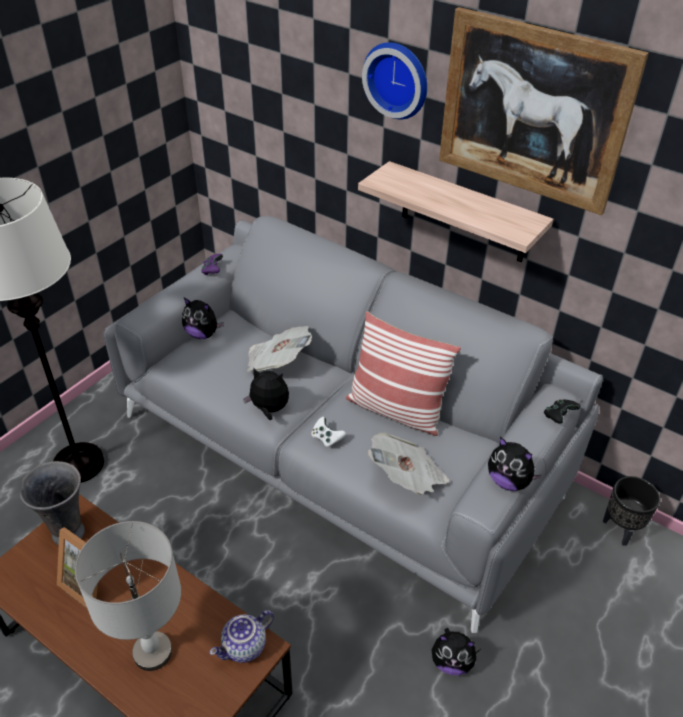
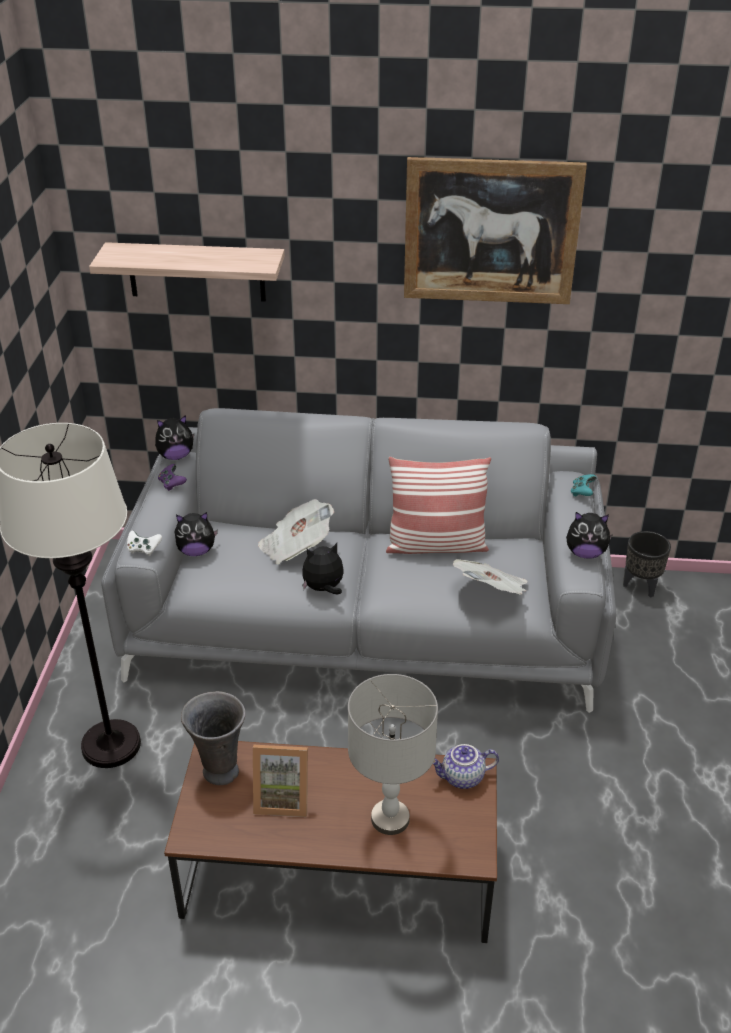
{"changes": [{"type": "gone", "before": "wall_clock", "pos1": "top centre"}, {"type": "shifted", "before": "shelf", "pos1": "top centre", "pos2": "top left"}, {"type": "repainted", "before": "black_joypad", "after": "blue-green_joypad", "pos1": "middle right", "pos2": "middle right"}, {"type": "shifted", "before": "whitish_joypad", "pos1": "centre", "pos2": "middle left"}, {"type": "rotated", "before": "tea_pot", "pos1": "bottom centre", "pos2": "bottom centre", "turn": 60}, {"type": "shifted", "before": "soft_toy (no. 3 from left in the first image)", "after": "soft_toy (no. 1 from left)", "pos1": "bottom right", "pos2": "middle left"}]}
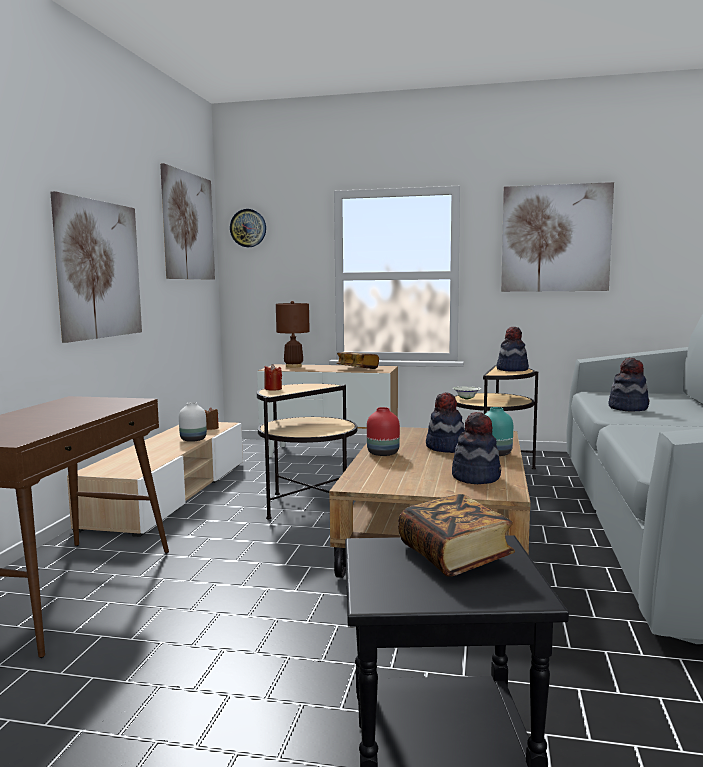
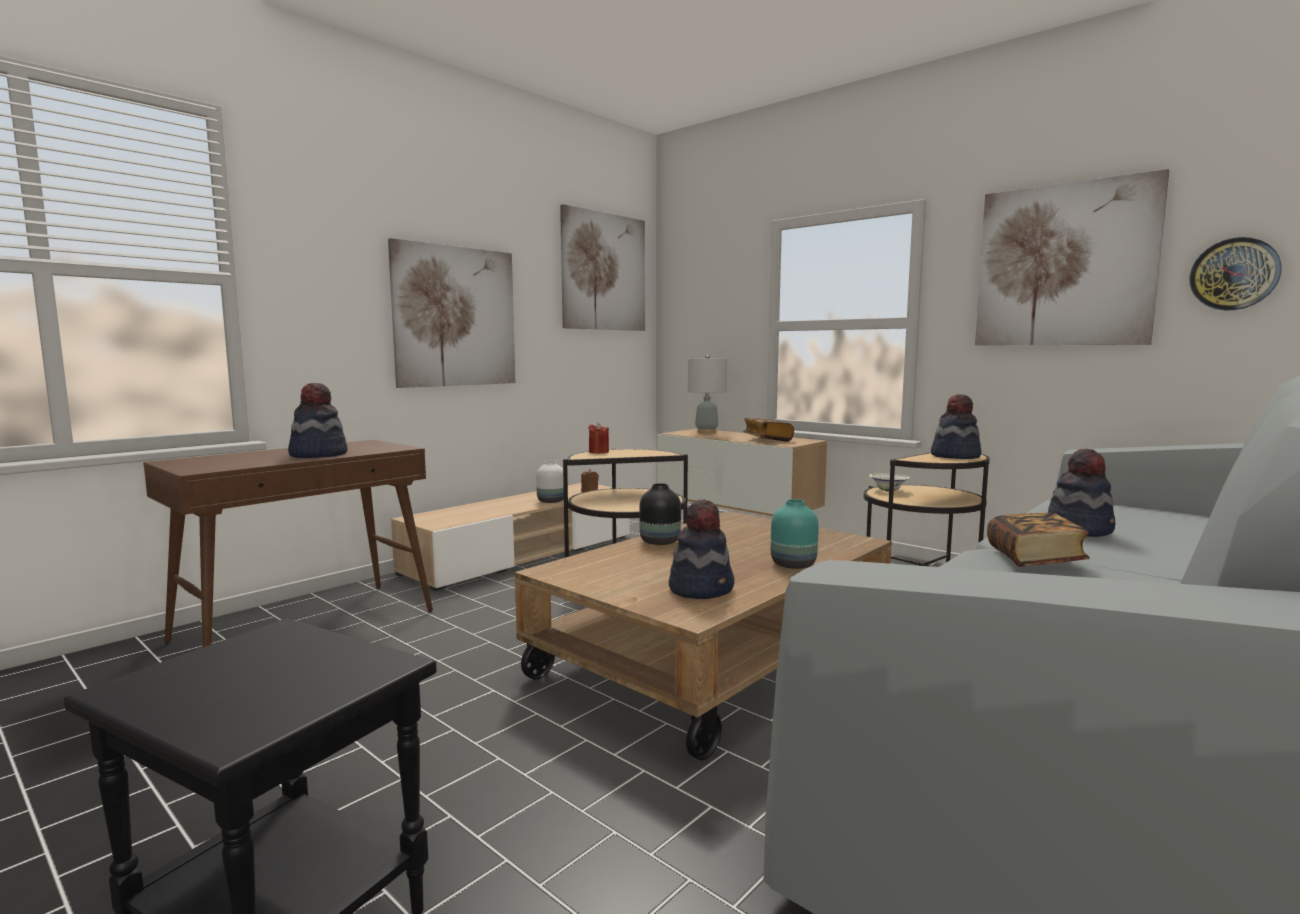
{"changes": [{"type": "shifted", "before": "wall_clock", "pos1": "top centre", "pos2": "top right"}, {"type": "repainted", "before": "brown-coloured_lamp_for_a_table", "after": "gray_lamp_for_a_table", "pos1": "centre", "pos2": "centre"}, {"type": "shifted", "before": "clothing_hat (no. 1 from left)", "pos1": "centre", "pos2": "middle left"}, {"type": "repainted", "before": "reddish_vase", "after": "black_vase", "pos1": "centre", "pos2": "centre"}, {"type": "shifted", "before": "volume (no. 2 from left)", "pos1": "bottom centre", "pos2": "middle right"}]}
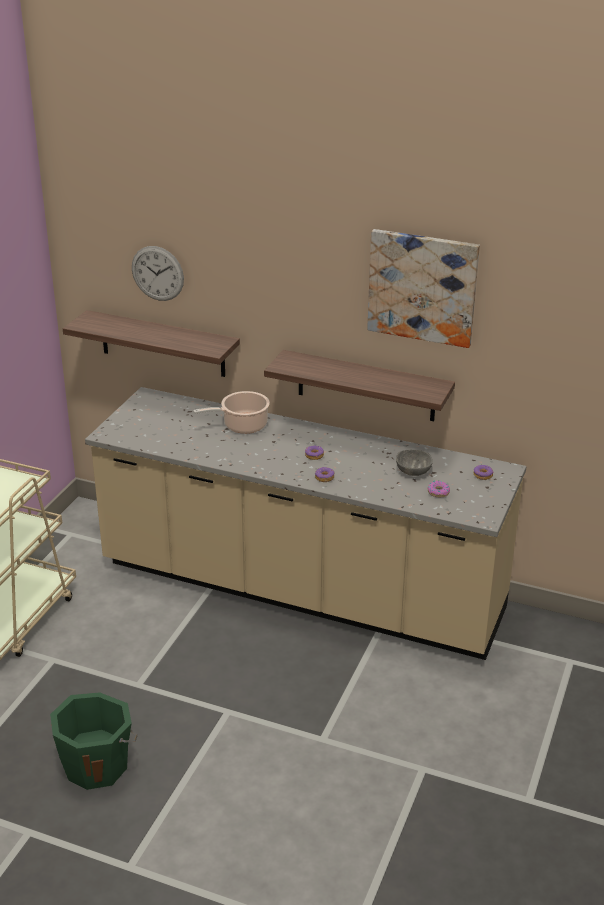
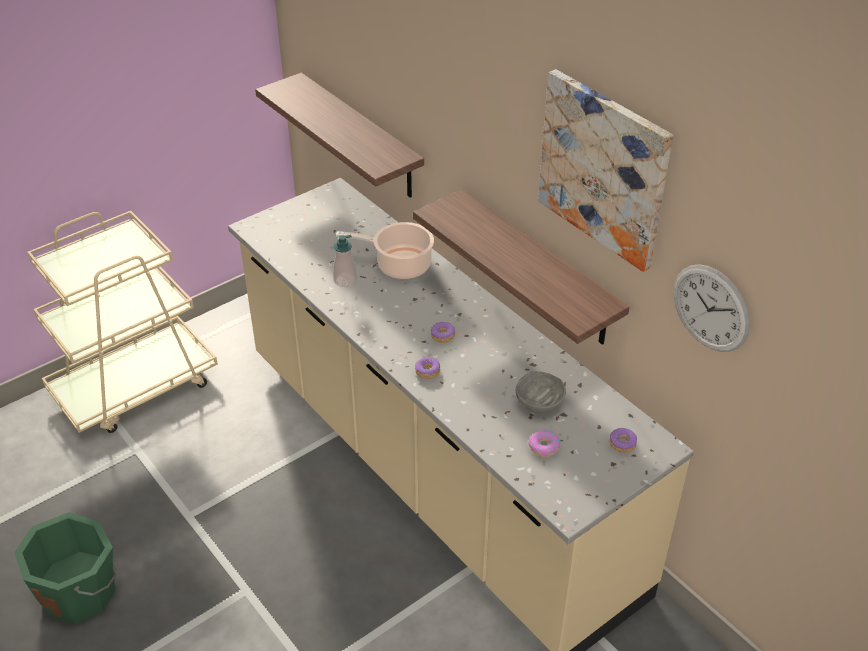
{"changes": [{"type": "shifted", "before": "wall_clock", "pos1": "top left", "pos2": "middle right"}, {"type": "new", "after": "soap_dispenser", "pos2": "centre"}]}
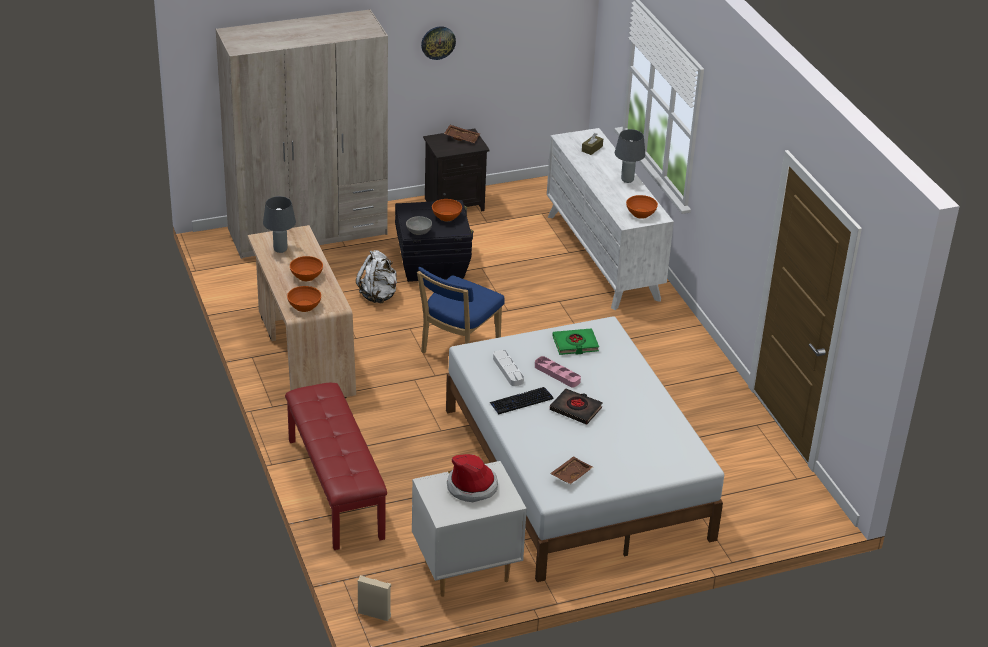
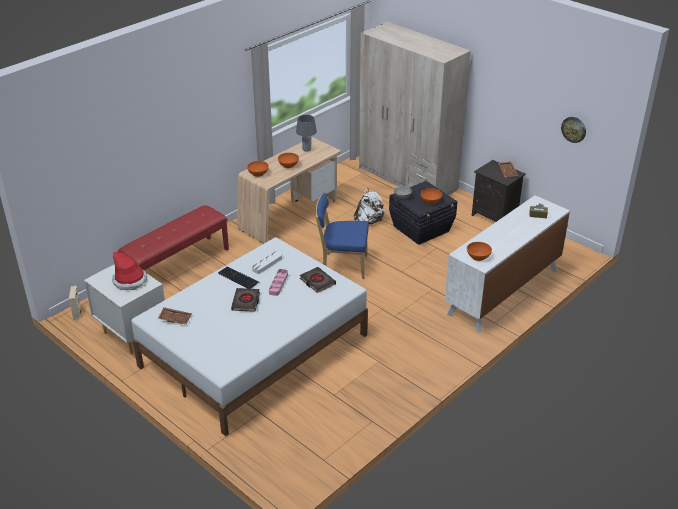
{"changes": [{"type": "shifted", "before": "wall_clock", "pos1": "top centre", "pos2": "top right"}, {"type": "gone", "before": "gray_lamp_for_a_table (no. 2 from left)", "pos1": "top centre"}, {"type": "repainted", "before": "green-coloured_volume", "after": "black_volume (no. 2 from left)", "pos1": "centre", "pos2": "centre"}]}
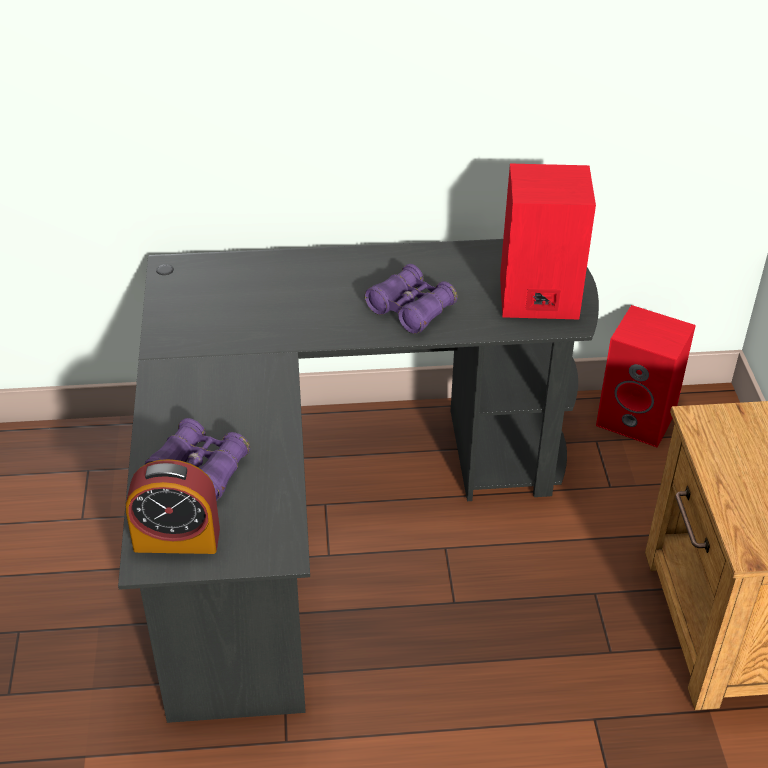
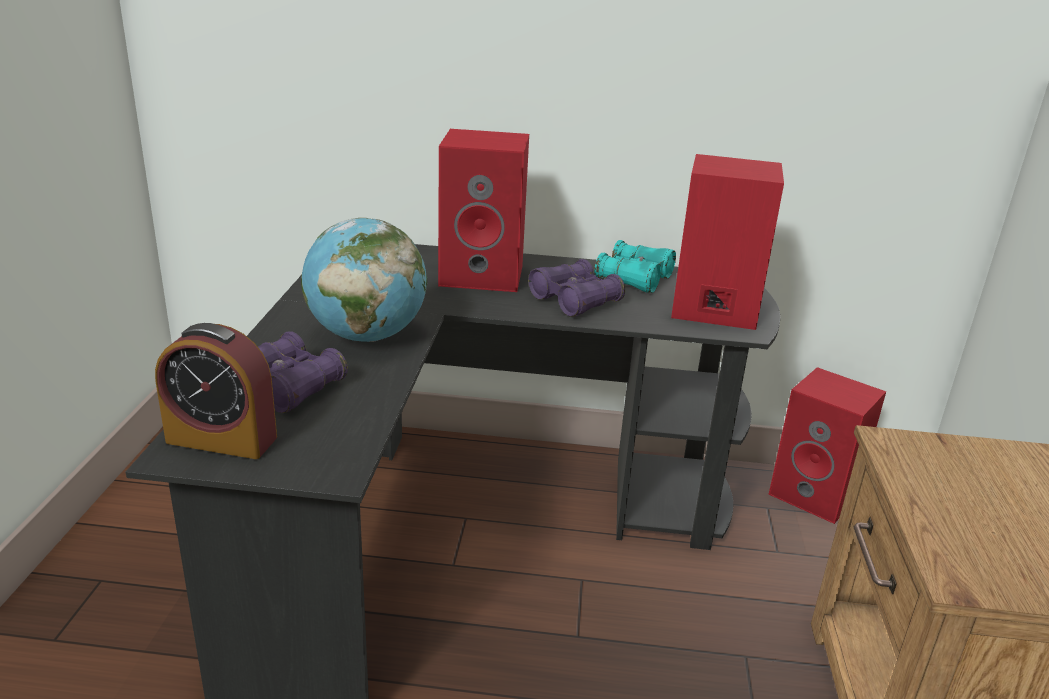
{"changes": [{"type": "new", "after": "reddish_loudspeaker (no. 1 from left)", "pos2": "top centre"}, {"type": "new", "after": "desk_globe", "pos2": "centre"}, {"type": "new", "after": "blue-green_binoculars", "pos2": "centre"}]}
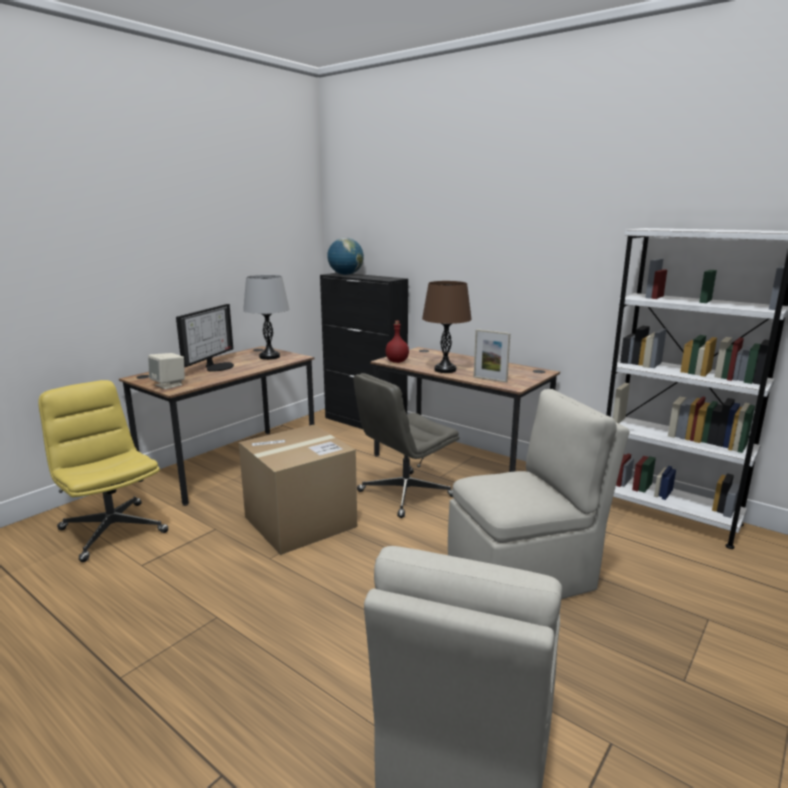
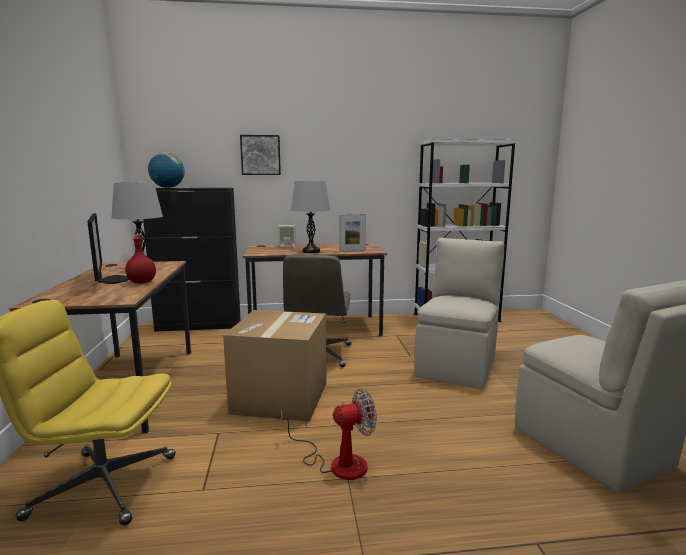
{"changes": [{"type": "repainted", "before": "brown-coloured_lamp_for_a_table", "after": "gray_lamp_for_a_table (no. 2 from left)", "pos1": "centre", "pos2": "centre"}, {"type": "shifted", "before": "reddish_bottle", "pos1": "centre", "pos2": "middle left"}, {"type": "shifted", "before": "sand-coloured_loudspeaker", "pos1": "middle left", "pos2": "centre"}, {"type": "new", "after": "picture", "pos2": "top centre"}, {"type": "new", "after": "electric_fan", "pos2": "bottom centre"}]}
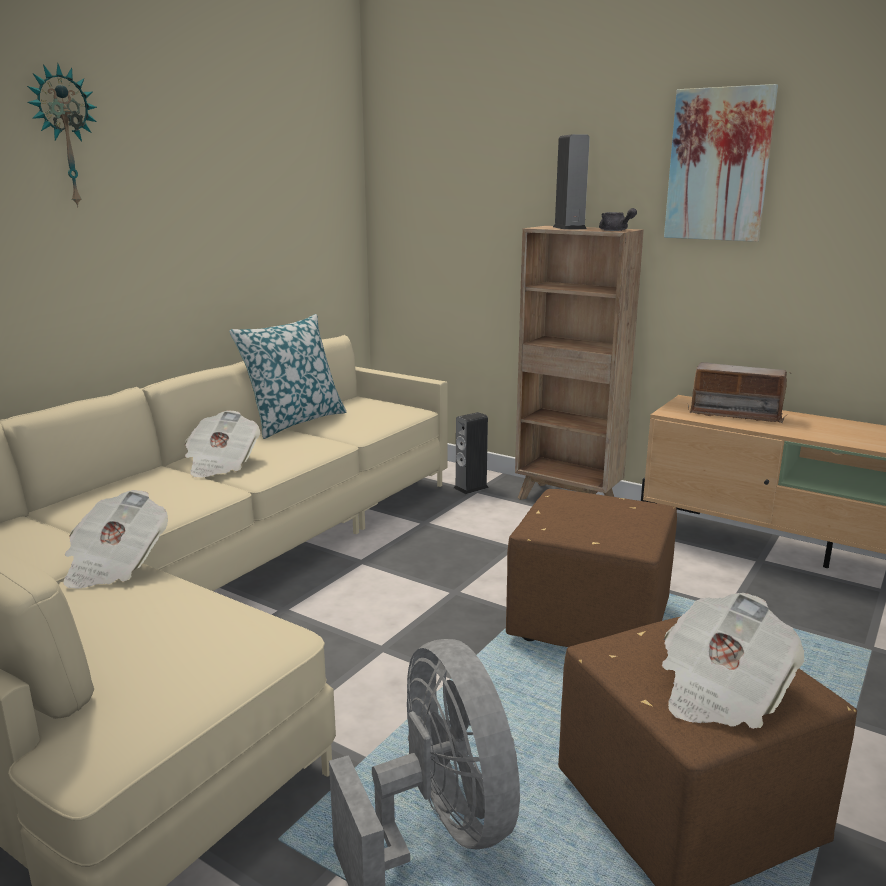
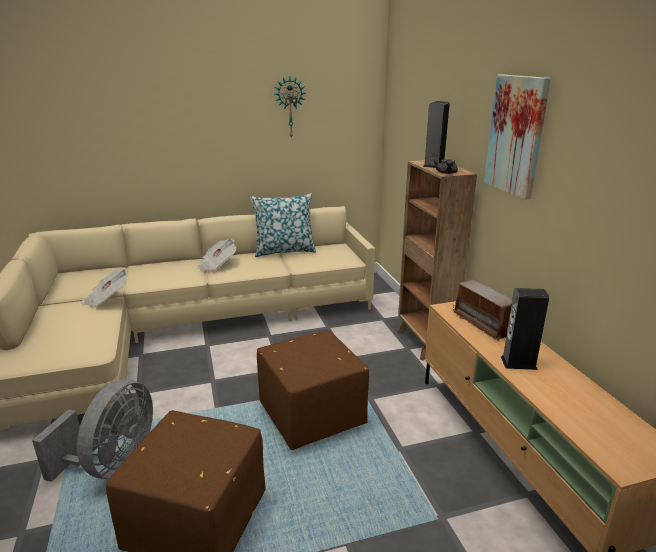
{"changes": [{"type": "shifted", "before": "wall_clock", "pos1": "top left", "pos2": "top centre"}, {"type": "shifted", "before": "loudspeaker (no. 1 from left in the first image)", "after": "loudspeaker (no. 2 from left)", "pos1": "centre", "pos2": "middle right"}, {"type": "gone", "before": "printed_paper (no. 3 from left)", "pos1": "bottom right"}]}
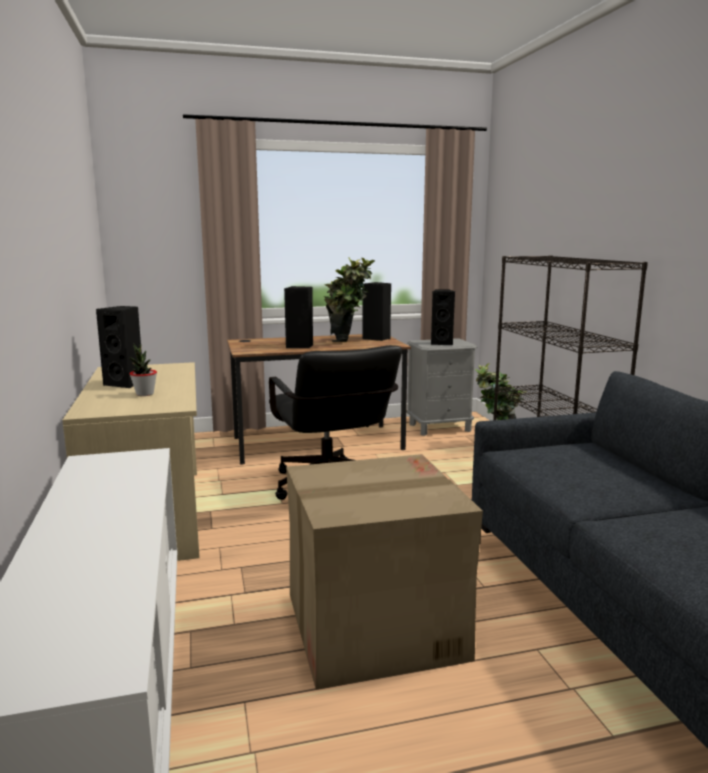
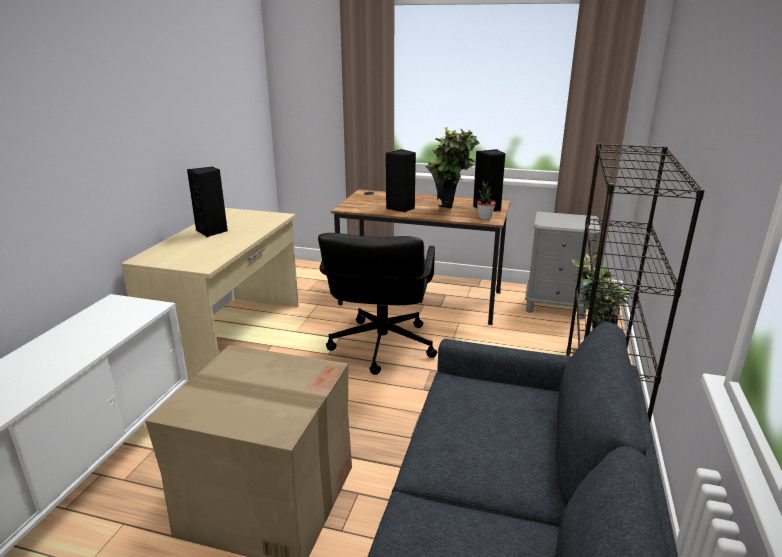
{"changes": [{"type": "gone", "before": "black_loudspeaker (no. 4 from left)", "pos1": "centre"}, {"type": "shifted", "before": "plant_in_a_pot (no. 1 from left in the first image)", "after": "plant_in_a_pot (no. 2 from left)", "pos1": "middle left", "pos2": "centre"}]}
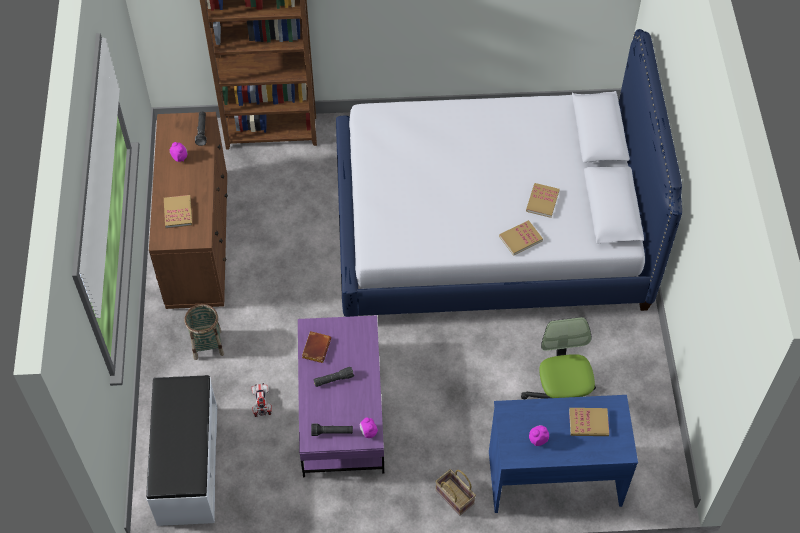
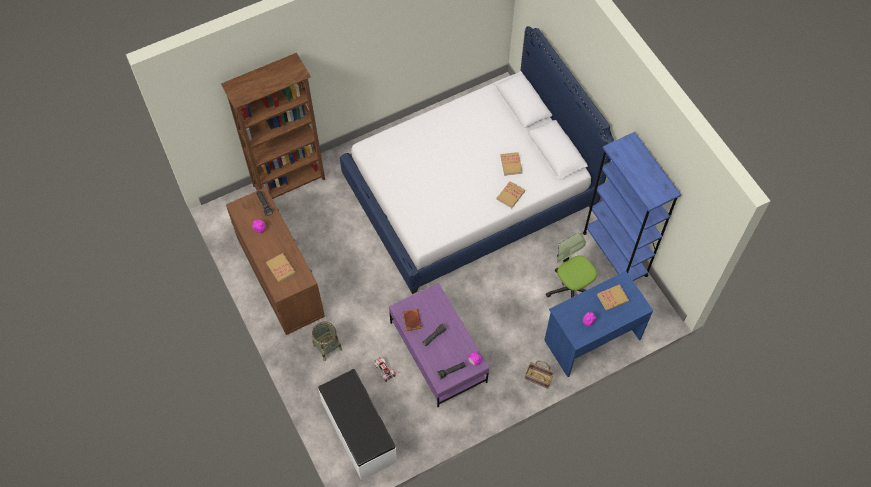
{"changes": [{"type": "new", "after": "blue_bookshelf", "pos2": "middle right"}]}
